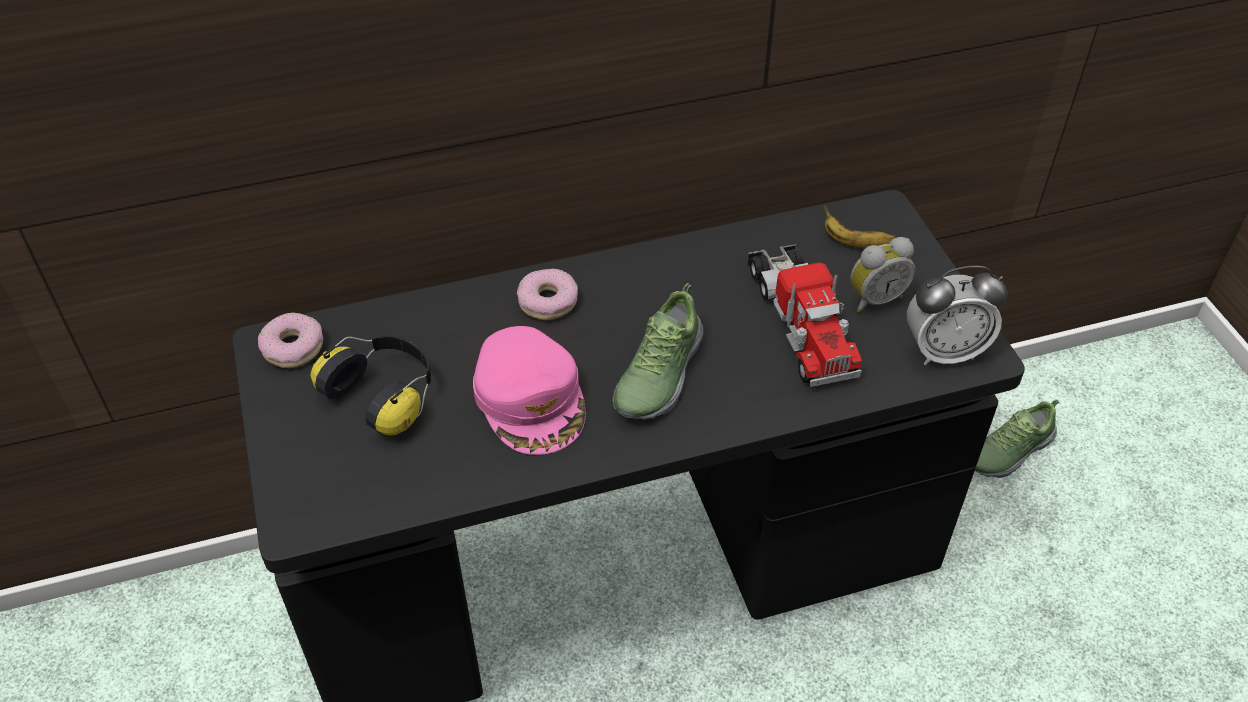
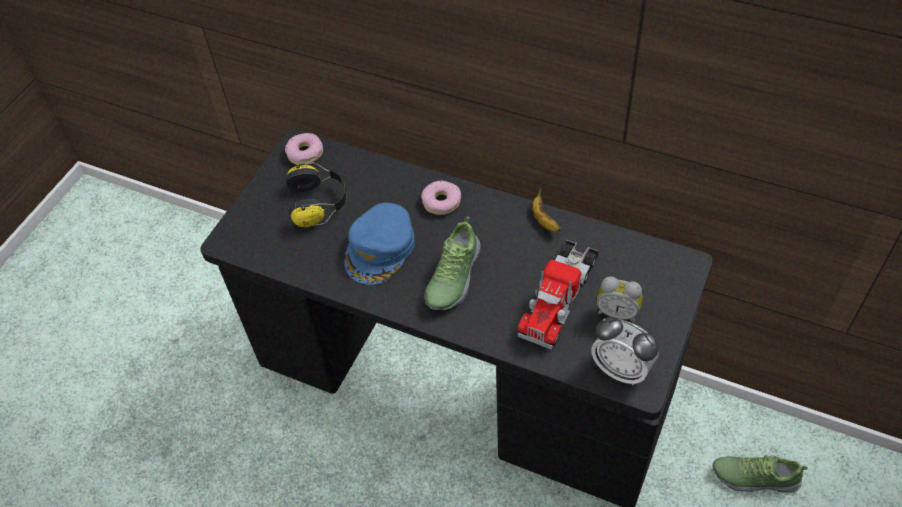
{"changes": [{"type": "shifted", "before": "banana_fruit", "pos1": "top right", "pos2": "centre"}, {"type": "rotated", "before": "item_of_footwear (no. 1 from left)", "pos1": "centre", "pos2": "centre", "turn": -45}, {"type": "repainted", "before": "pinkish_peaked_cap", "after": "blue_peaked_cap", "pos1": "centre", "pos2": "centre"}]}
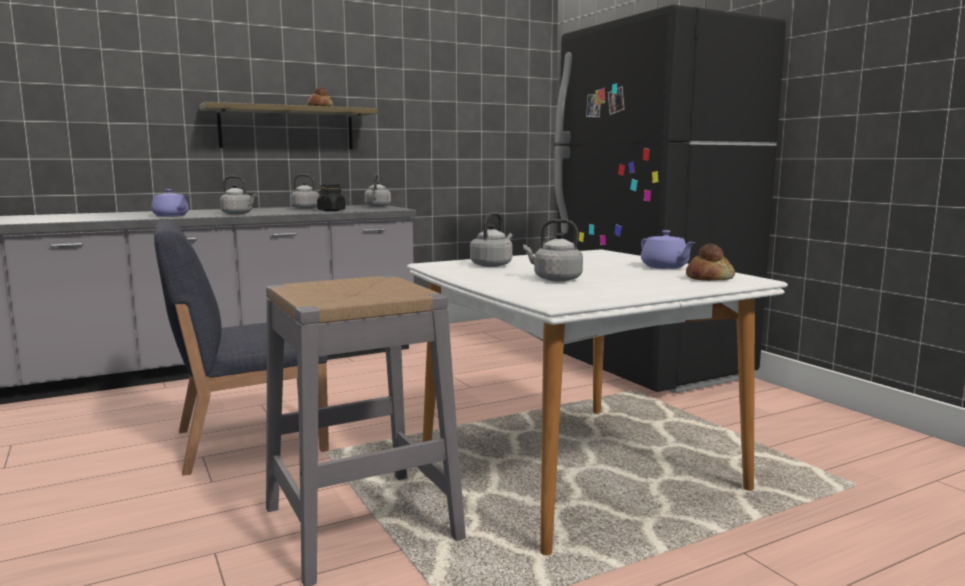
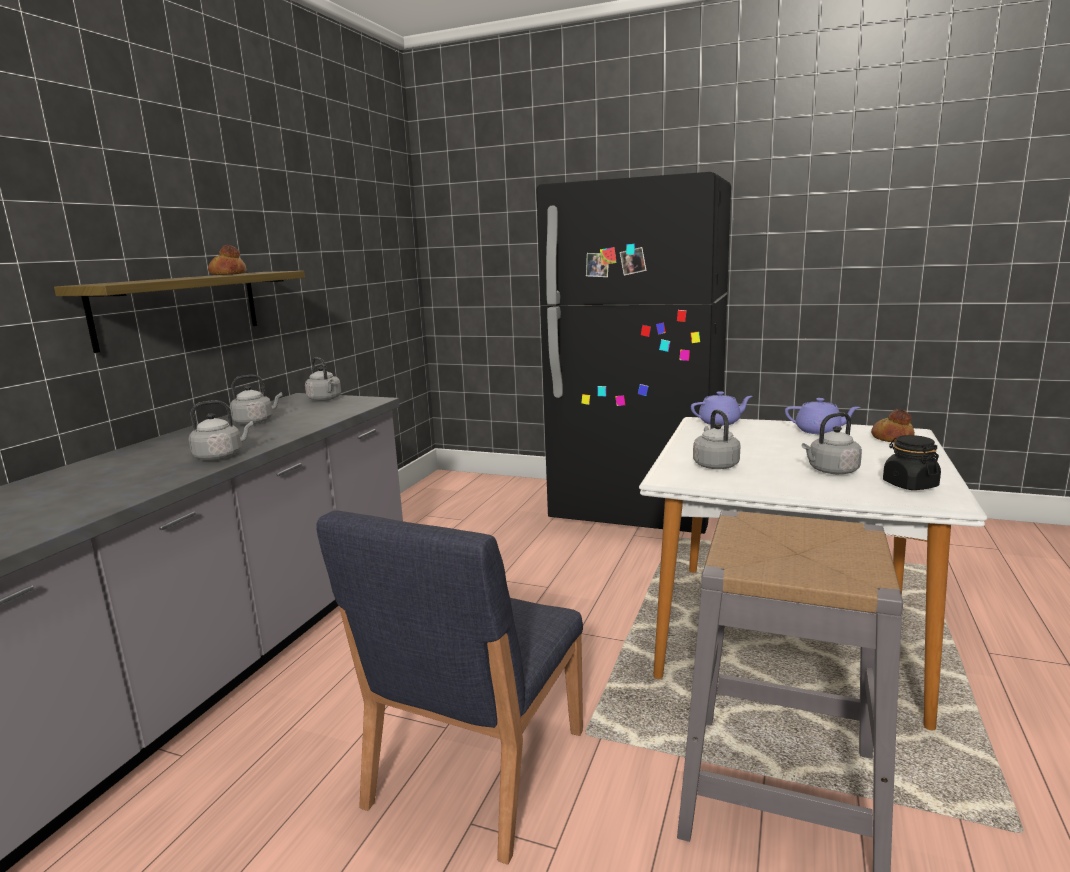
{"changes": [{"type": "shifted", "before": "black_storage_jar", "pos1": "centre", "pos2": "middle right"}, {"type": "shifted", "before": "purplish_tea_pot (no. 1 from left)", "pos1": "middle left", "pos2": "middle right"}]}
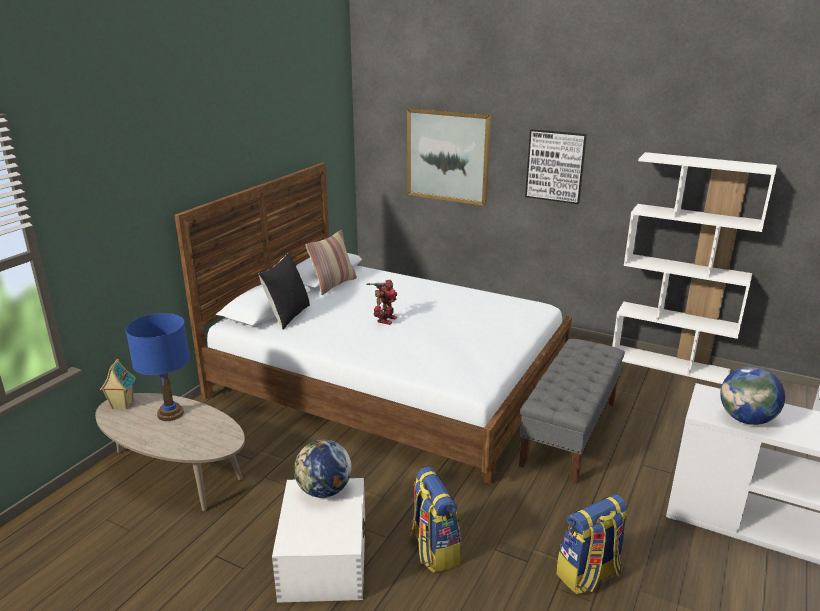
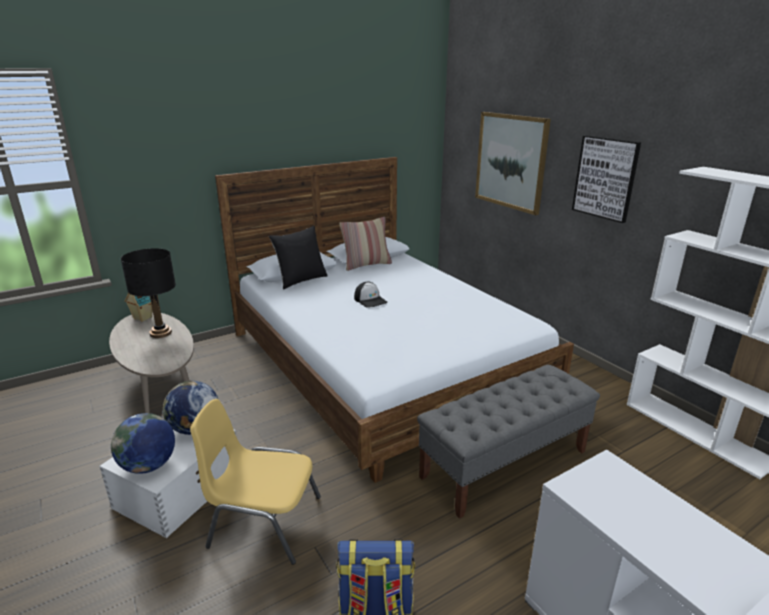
{"changes": [{"type": "swapped", "before": "robot_figure", "after": "peaked_cap", "pos1": "centre", "pos2": "centre"}, {"type": "repainted", "before": "blue_lamp_for_a_table", "after": "black_lamp_for_a_table", "pos1": "middle left", "pos2": "middle left"}, {"type": "shifted", "before": "desk_globe (no. 2 from left in the first image)", "after": "desk_globe (no. 1 from left)", "pos1": "middle right", "pos2": "bottom left"}, {"type": "swapped", "before": "knapsack (no. 1 from left)", "after": "yellowish_plain_chair", "pos1": "bottom centre", "pos2": "bottom left"}]}
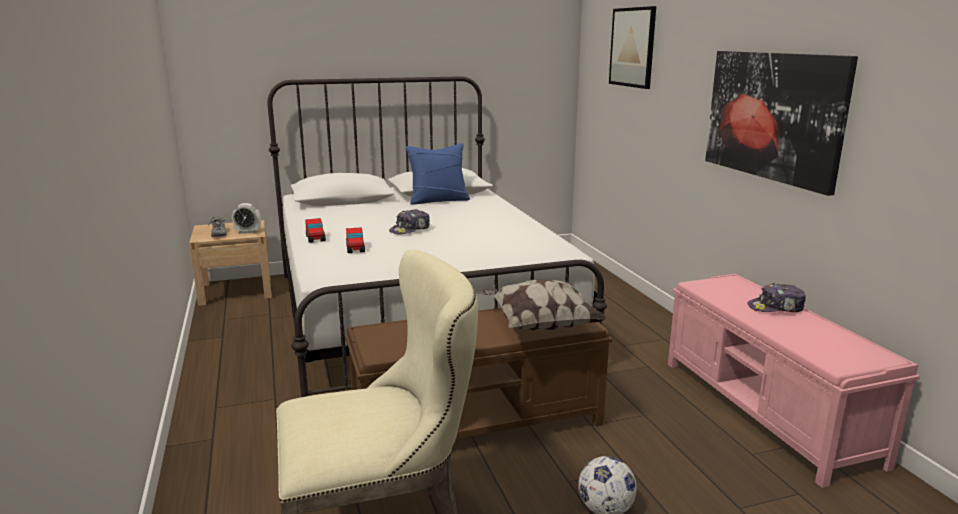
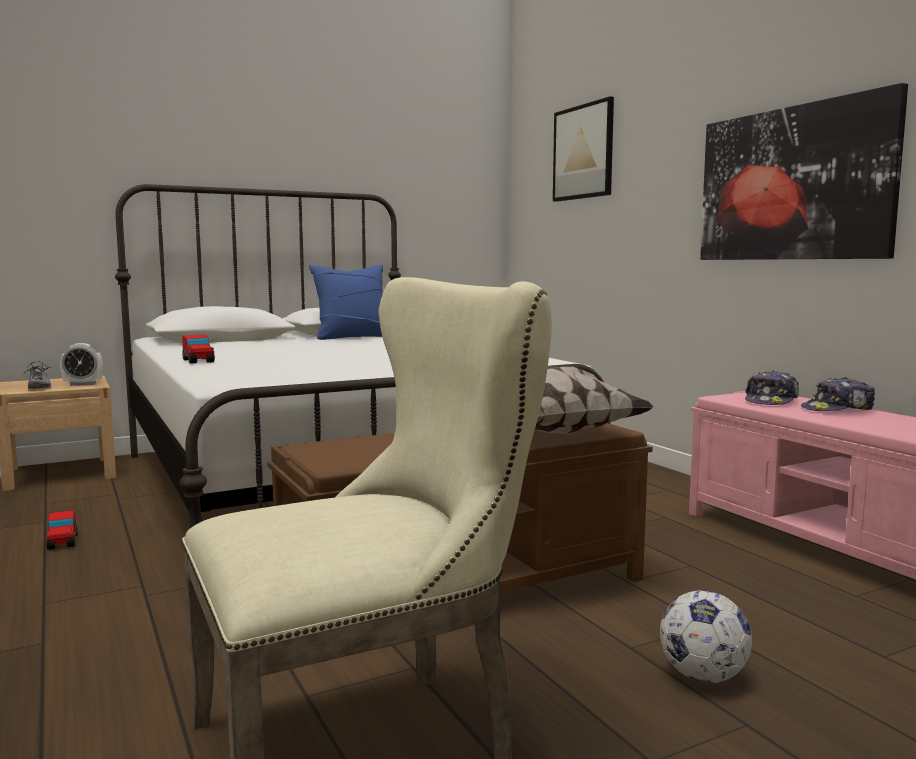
{"changes": [{"type": "shifted", "before": "peaked_cap (no. 1 from left)", "pos1": "centre", "pos2": "middle right"}, {"type": "shifted", "before": "model_car (no. 2 from left in the first image)", "after": "model_car (no. 1 from left)", "pos1": "centre", "pos2": "bottom left"}]}
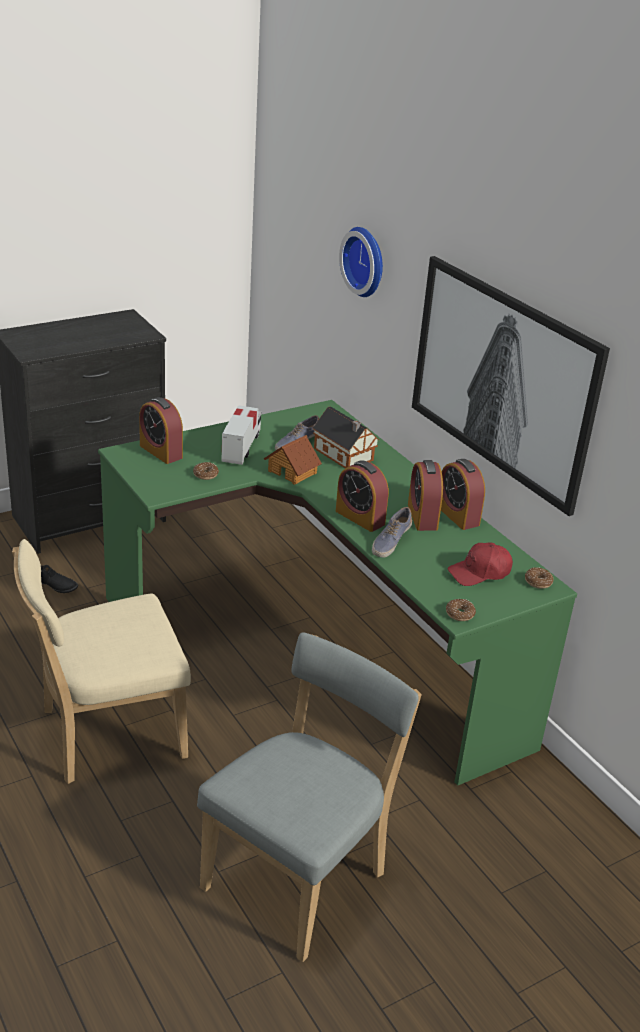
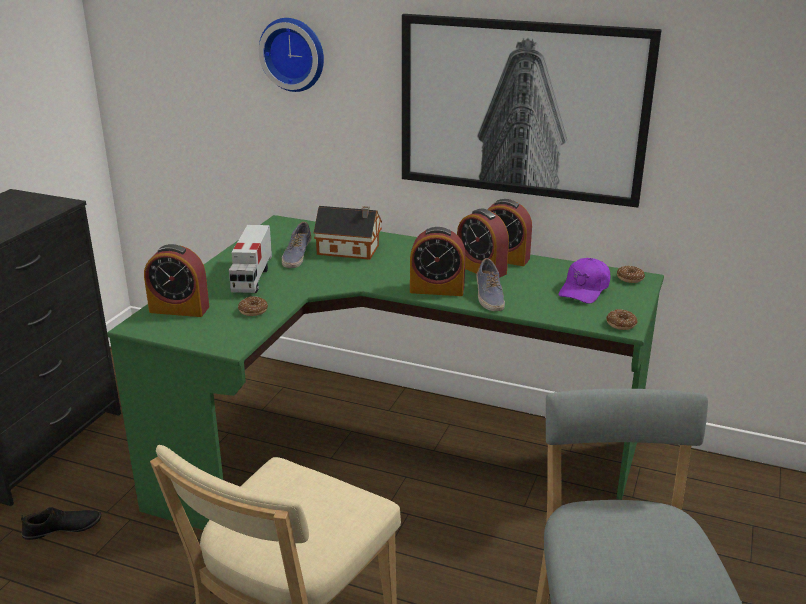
{"changes": [{"type": "rotated", "before": "toy_truck", "pos1": "centre", "pos2": "middle left", "turn": -150}, {"type": "gone", "before": "miniature_house (no. 1 from left)", "pos1": "centre"}, {"type": "repainted", "before": "reddish_peaked_cap", "after": "purplish_peaked_cap", "pos1": "middle right", "pos2": "middle right"}]}
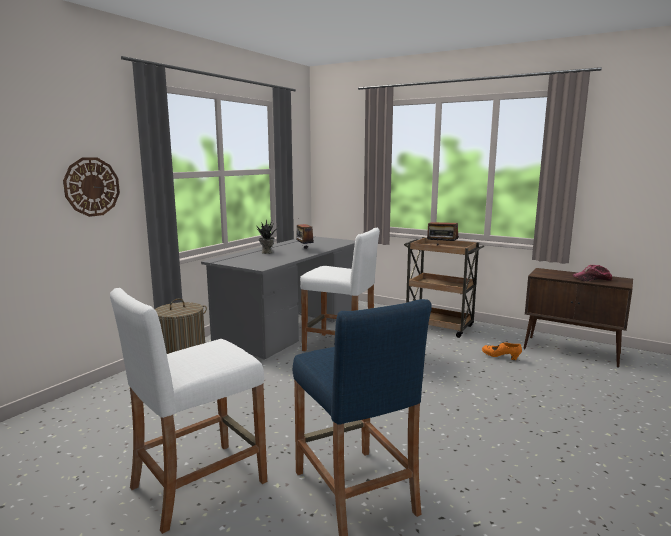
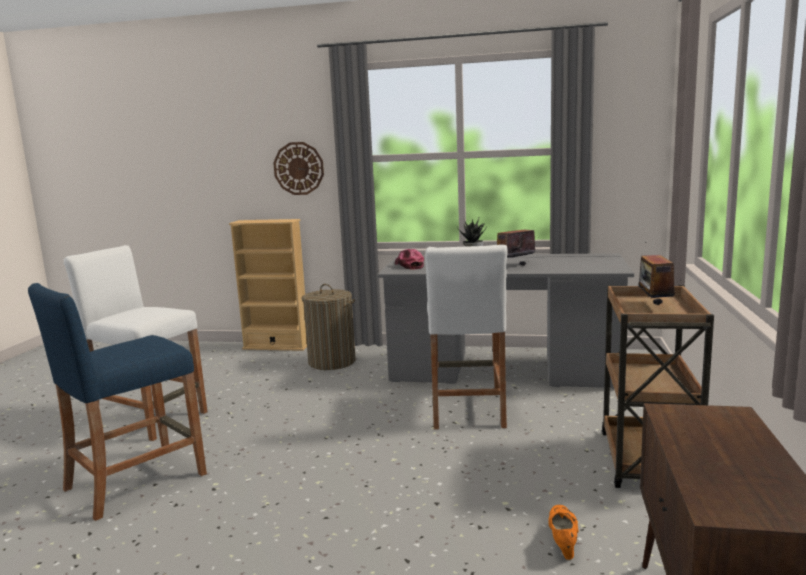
{"changes": [{"type": "shifted", "before": "peaked_cap", "pos1": "middle right", "pos2": "centre"}, {"type": "new", "after": "sand-coloured_bookshelf", "pos2": "middle left"}]}
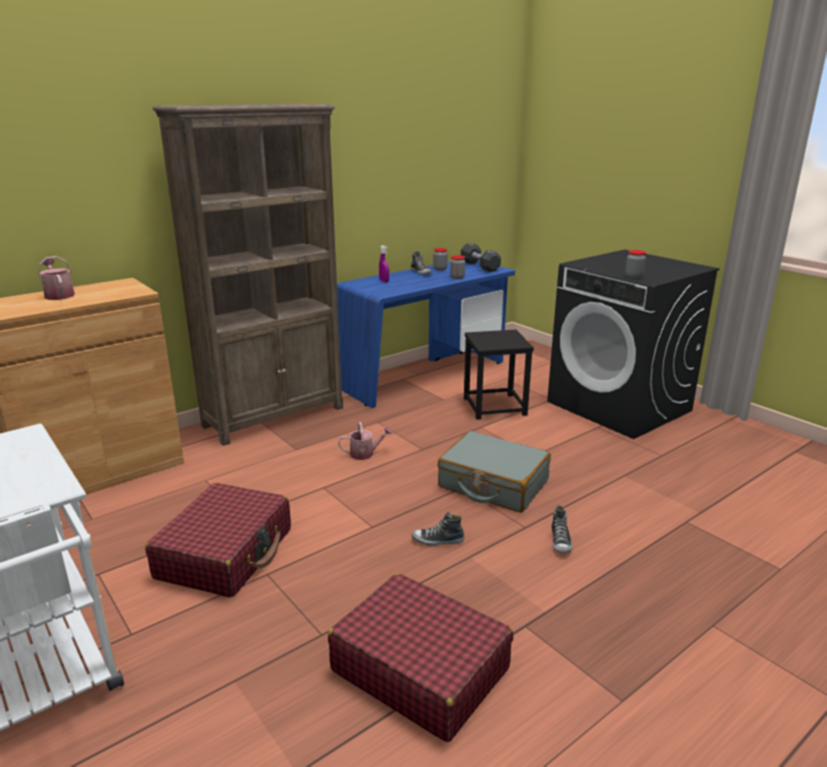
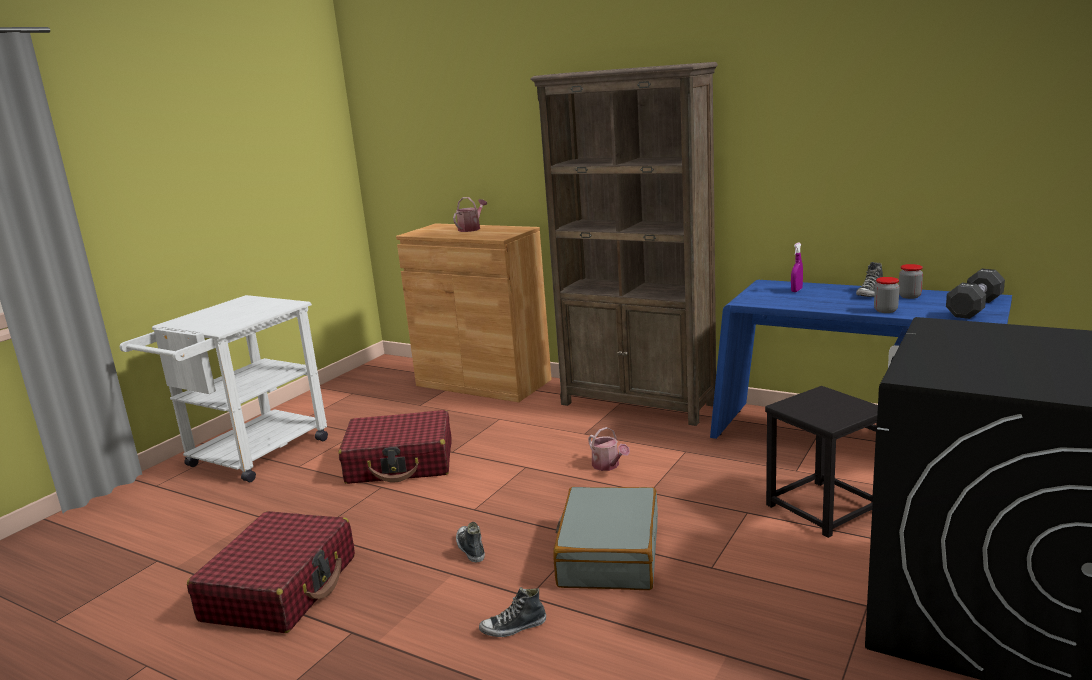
{"changes": [{"type": "gone", "before": "storage_jar (no. 3 from left)", "pos1": "middle right"}]}
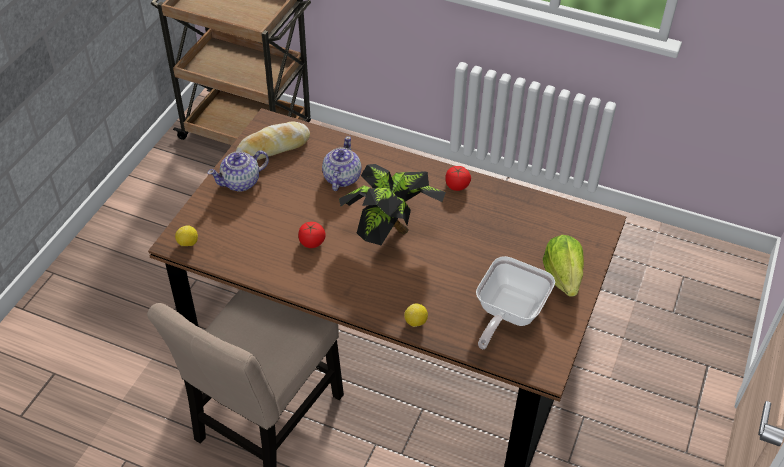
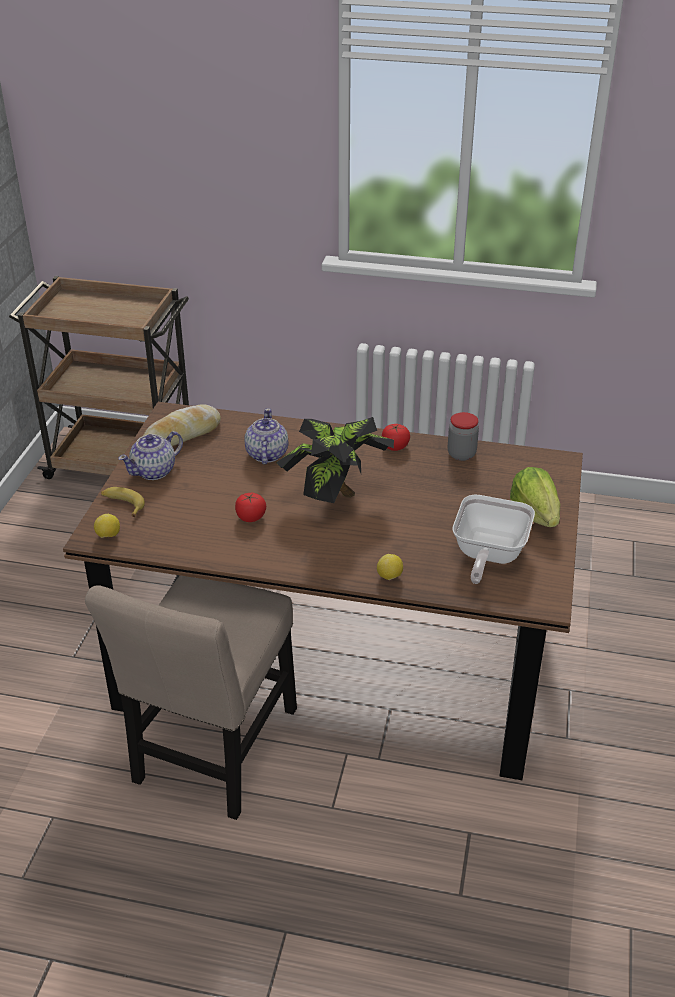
{"changes": [{"type": "new", "after": "storage_jar", "pos2": "middle right"}, {"type": "new", "after": "banana_fruit", "pos2": "middle left"}]}
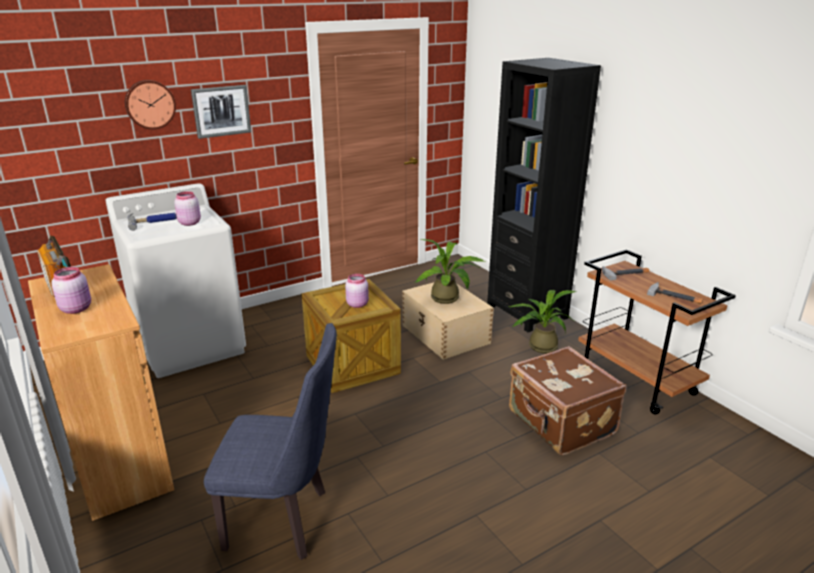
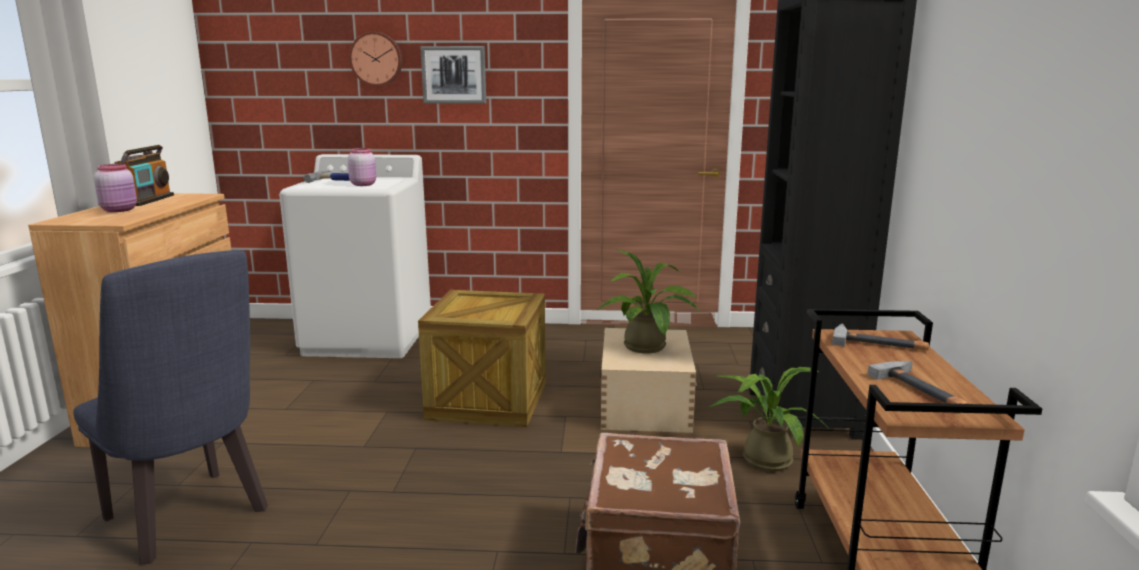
{"changes": [{"type": "gone", "before": "pinkish_storage_jar (no. 3 from left)", "pos1": "centre"}]}
